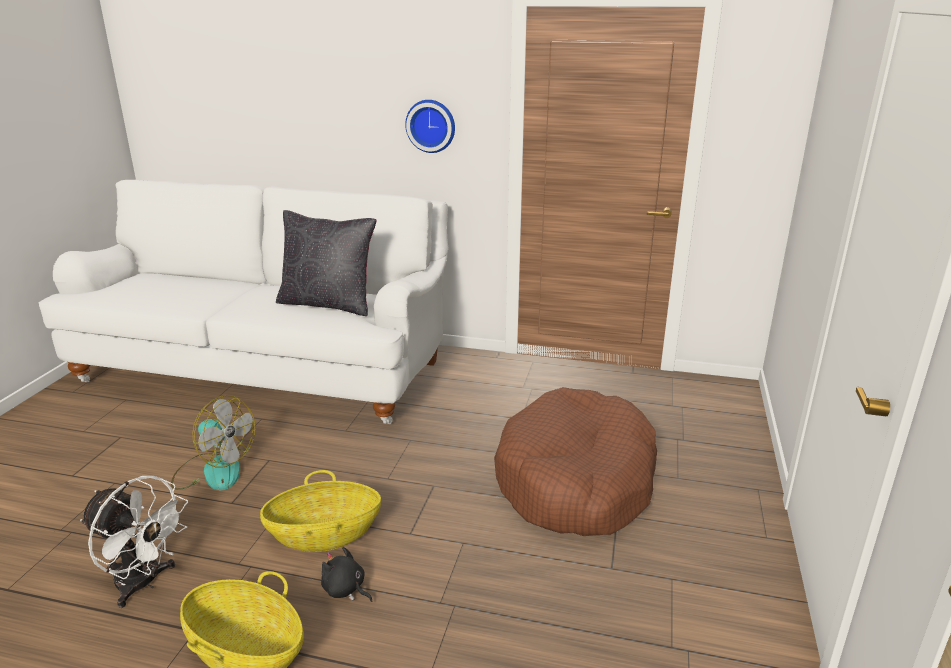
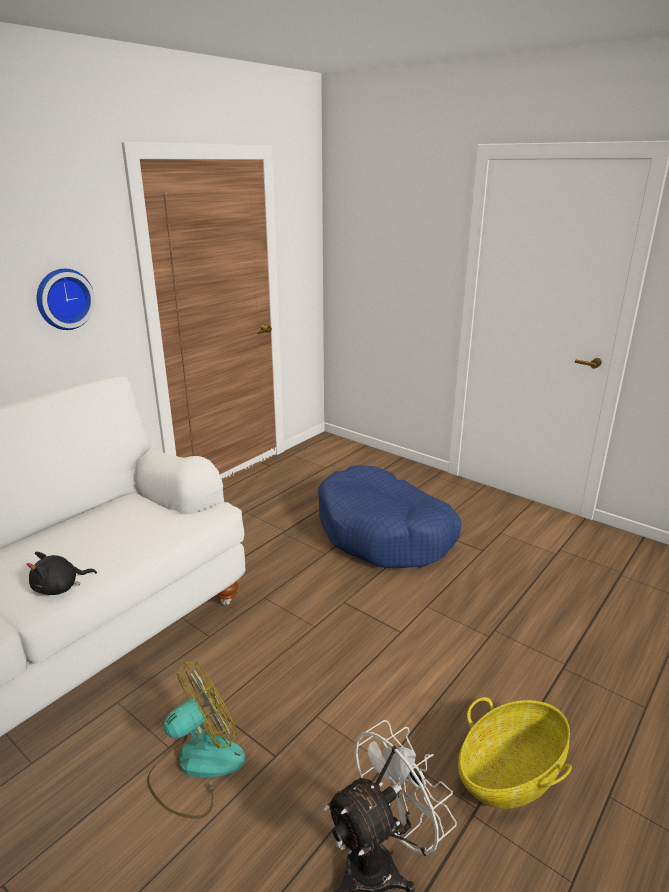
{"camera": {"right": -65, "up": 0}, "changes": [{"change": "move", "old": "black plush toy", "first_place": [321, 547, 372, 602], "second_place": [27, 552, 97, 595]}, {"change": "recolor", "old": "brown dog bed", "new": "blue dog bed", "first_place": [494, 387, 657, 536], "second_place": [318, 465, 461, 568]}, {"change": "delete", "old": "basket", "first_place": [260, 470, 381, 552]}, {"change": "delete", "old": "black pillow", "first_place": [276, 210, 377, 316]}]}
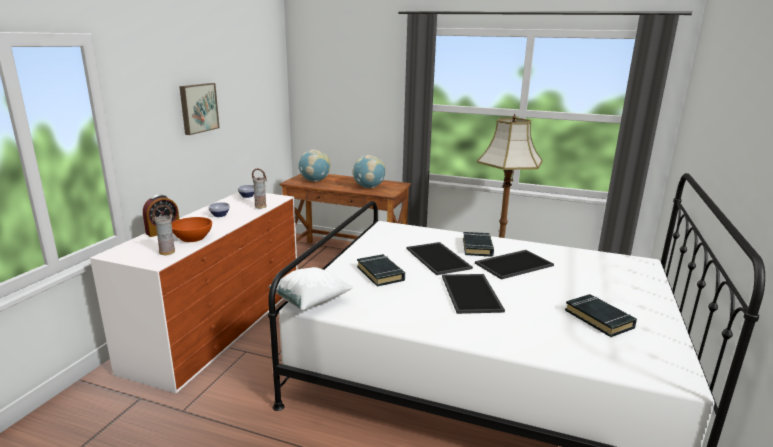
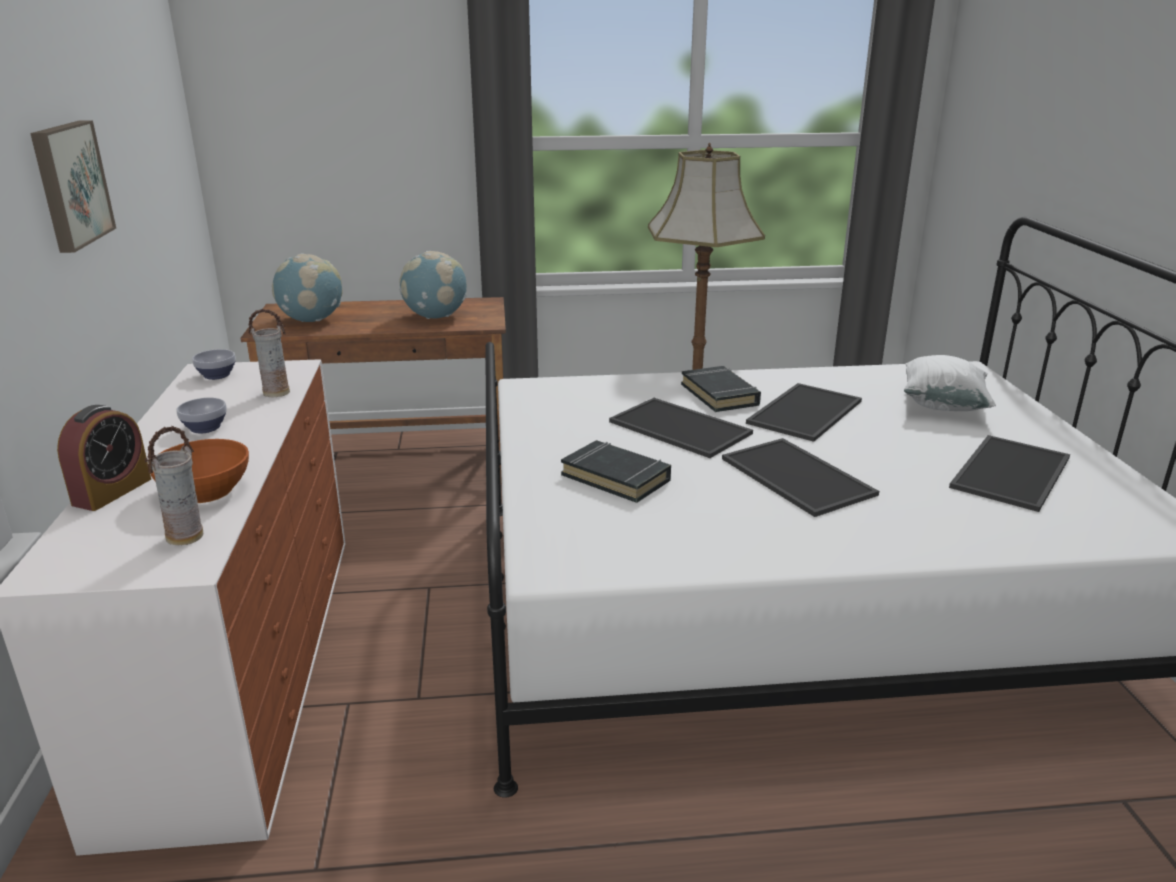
{"camera": {"right": -25, "up": 5}, "changes": [{"change": "move", "old": "white pillow", "first_place": [269, 267, 353, 310], "second_place": [904, 355, 996, 411]}, {"change": "replace", "old": "black book", "new": "tray", "first_place": [565, 294, 637, 337], "second_place": [949, 435, 1070, 512]}]}
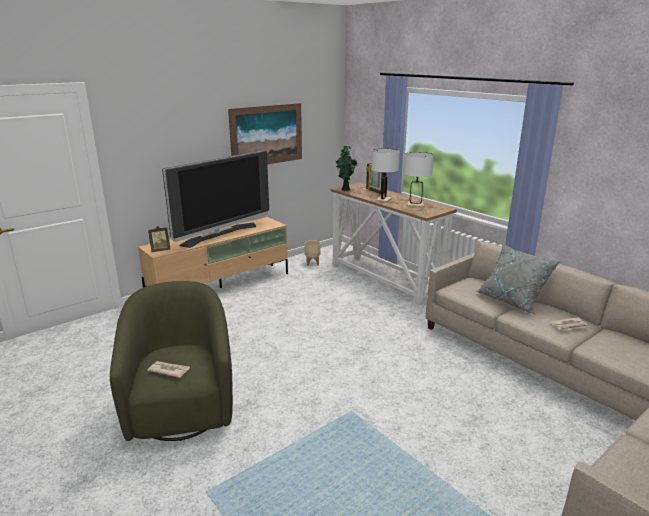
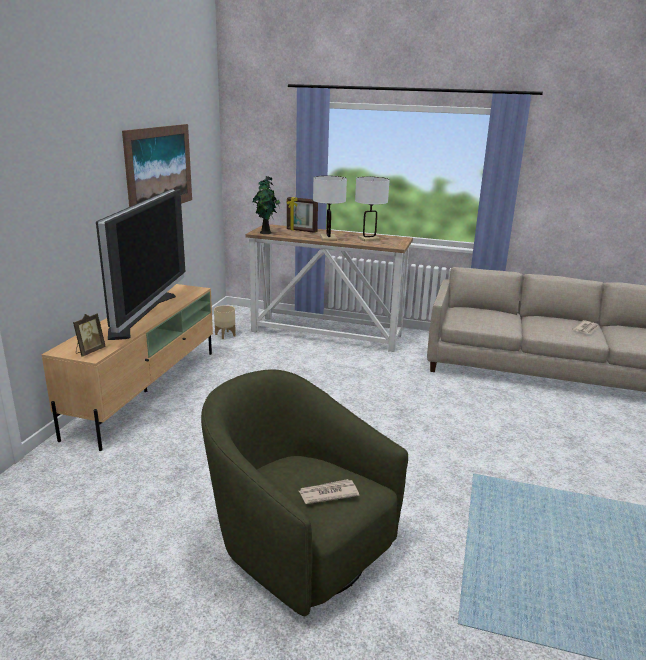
{"camera": {"right": -35, "up": 0}, "changes": [{"change": "delete", "old": "grey pillow", "first_place": [476, 244, 560, 315]}]}
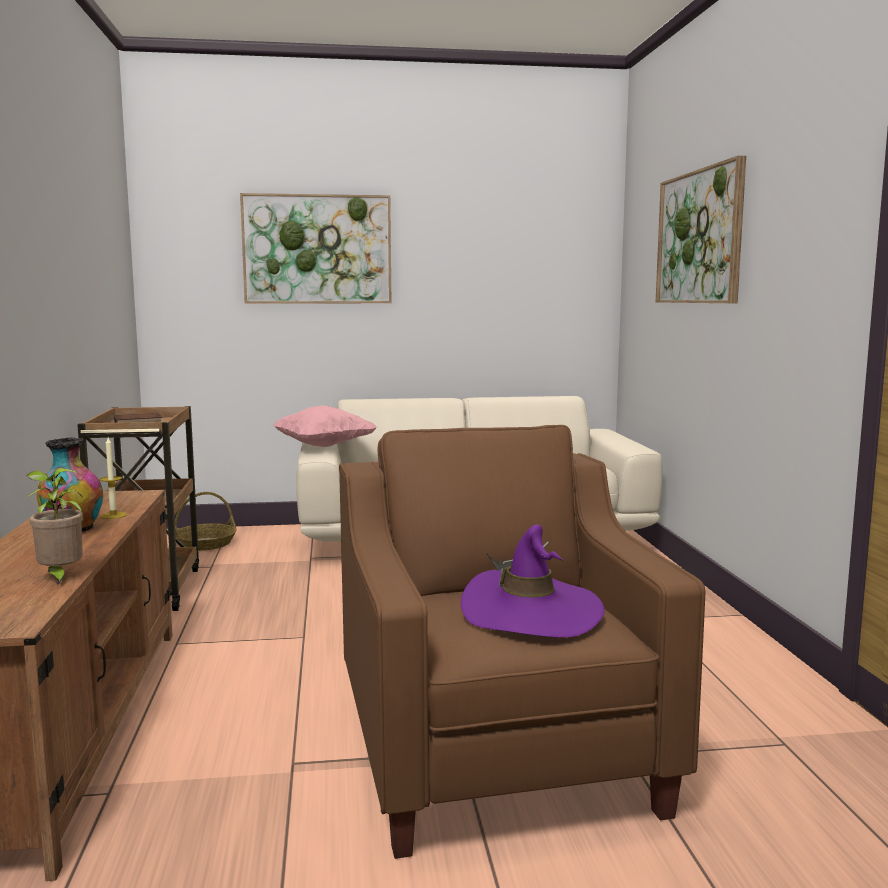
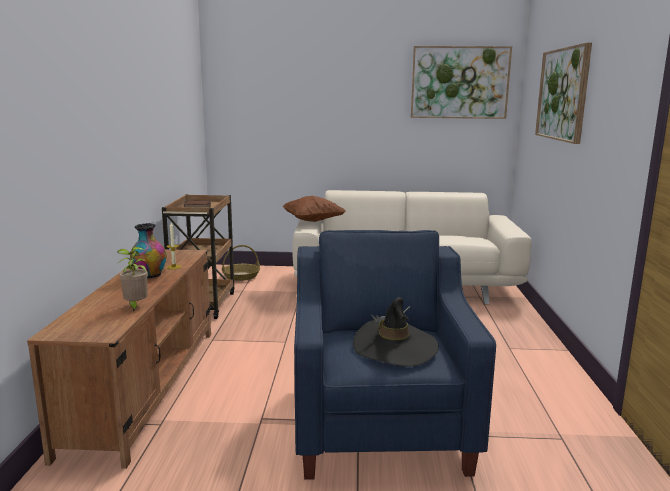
{"camera": {"right": 10, "up": 5}, "changes": [{"change": "recolor", "old": "pink pillow", "new": "brown pillow", "first_place": [273, 405, 377, 447], "second_place": [283, 196, 345, 222]}, {"change": "recolor", "old": "brown armchair", "new": "blue armchair", "first_place": [339, 425, 705, 859], "second_place": [294, 230, 496, 480]}, {"change": "recolor", "old": "purple hat", "new": "black hat", "first_place": [461, 524, 604, 637], "second_place": [353, 297, 439, 367]}, {"change": "move", "old": "picture", "first_place": [240, 193, 391, 303], "second_place": [411, 46, 512, 119]}]}
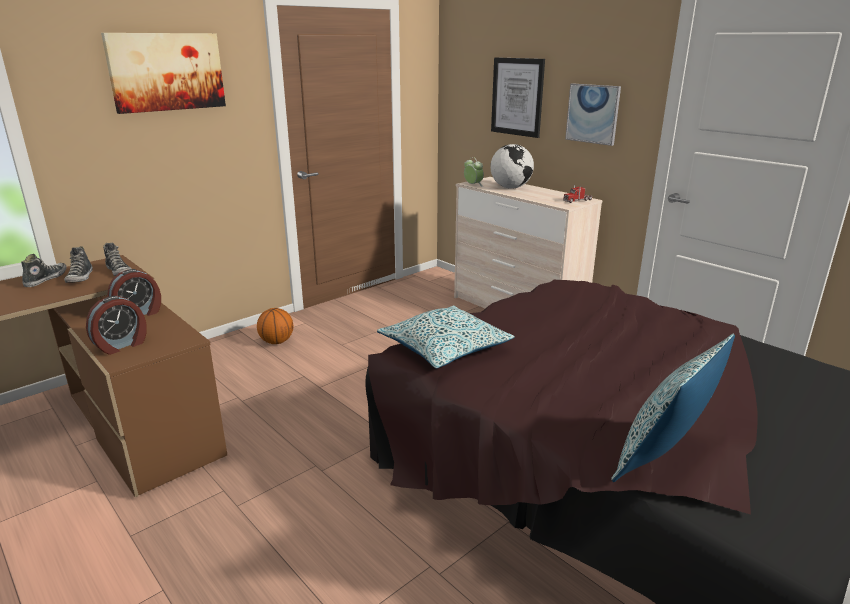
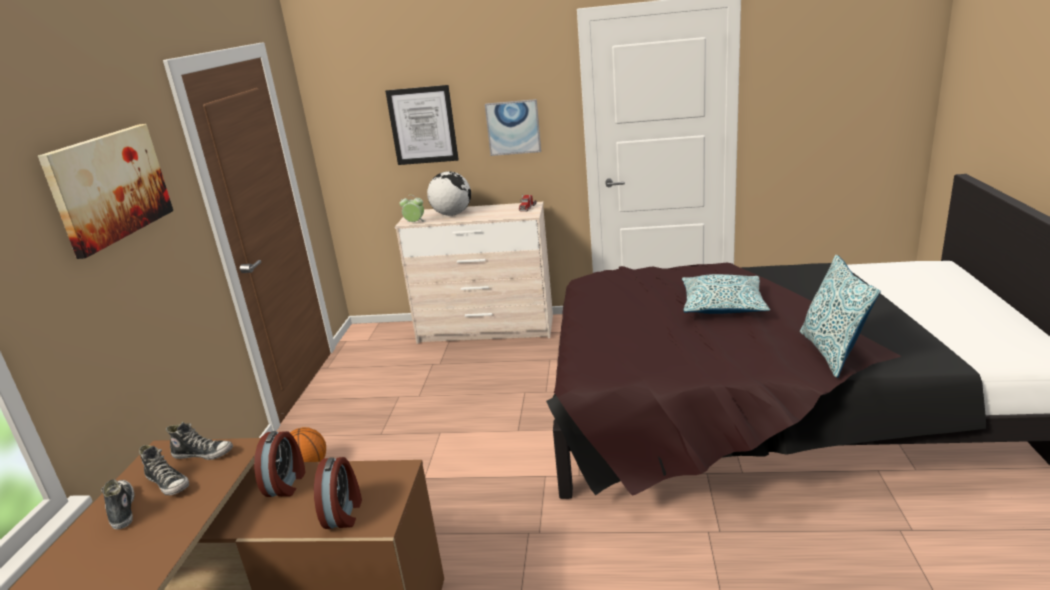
{"camera": {"right": -40, "up": 0}, "changes": [{"change": "move", "old": "pillow", "first_place": [377, 306, 515, 369], "second_place": [682, 274, 770, 314]}]}
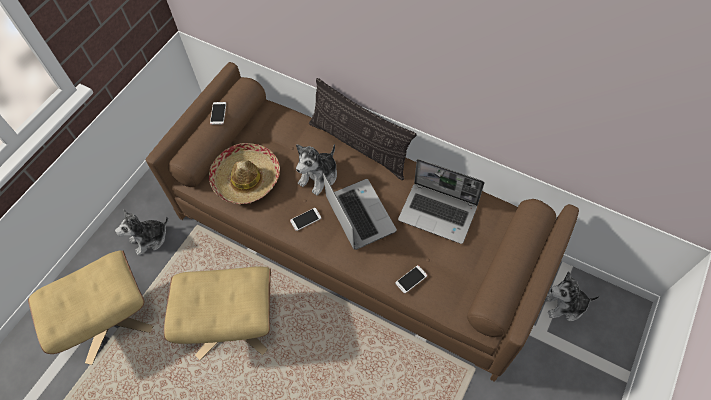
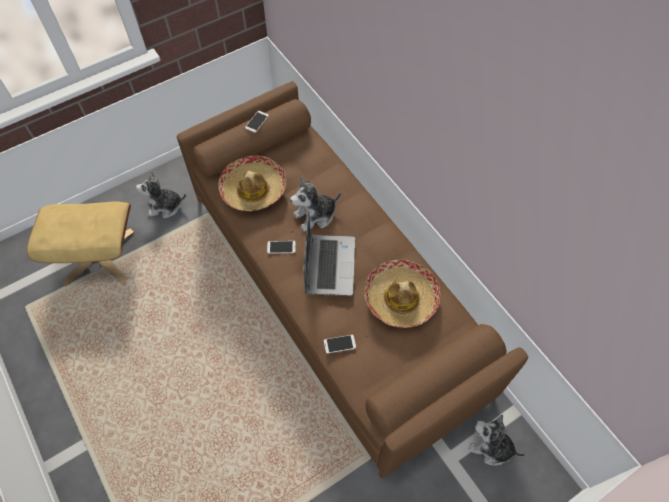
{"camera": {"right": 25, "up": 0}, "changes": [{"change": "replace", "old": "laptop", "new": "hat", "first_place": [398, 159, 485, 244], "second_place": [365, 260, 441, 328]}, {"change": "delete", "old": "beige ottoman", "first_place": [164, 266, 271, 360]}, {"change": "delete", "old": "pillow", "first_place": [309, 78, 416, 180]}]}
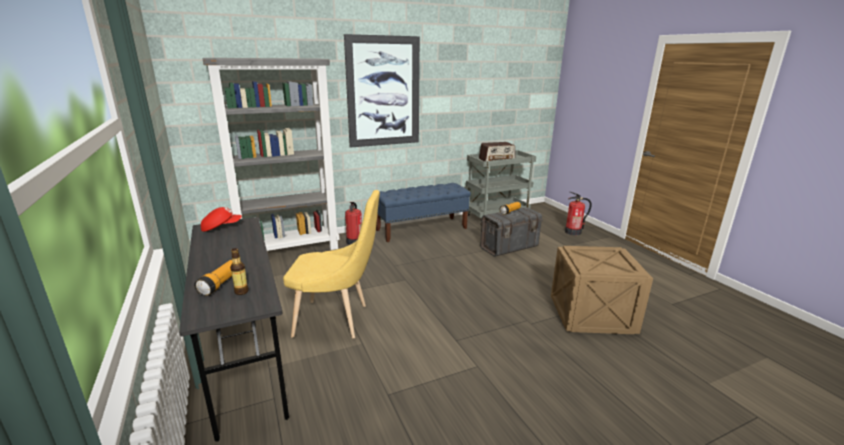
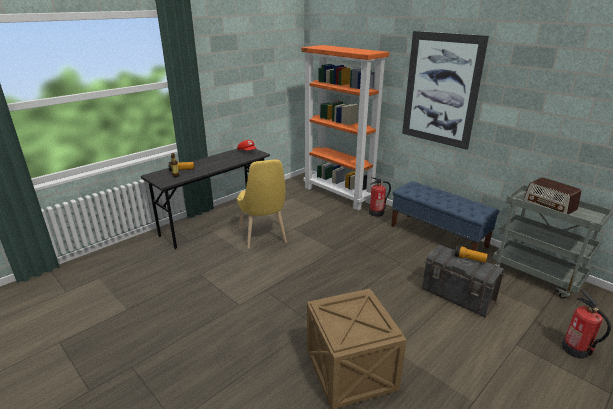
{"camera": {"right": 70, "up": 5}, "changes": [{"change": "recolor", "old": "grey bookcase", "new": "orange bookcase", "first_place": [203, 58, 340, 251], "second_place": [301, 45, 389, 210]}]}
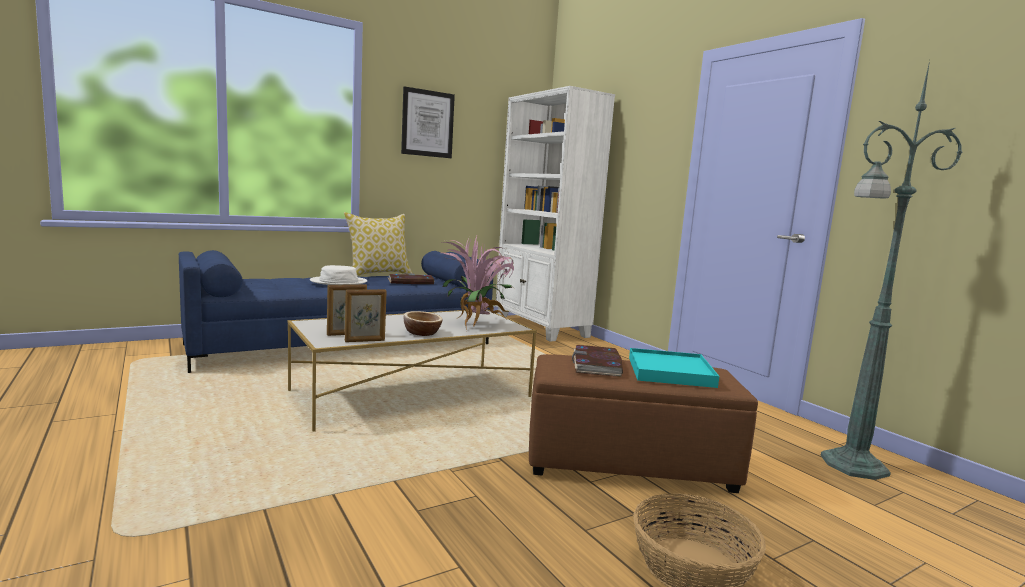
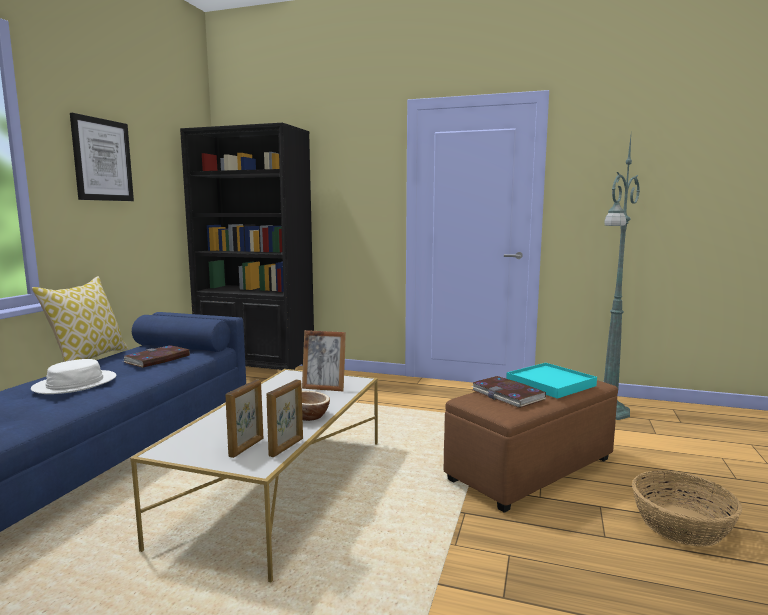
{"camera": {"right": -40, "up": 0}, "changes": [{"change": "recolor", "old": "white bookcase", "new": "black bookcase", "first_place": [496, 86, 615, 342], "second_place": [180, 123, 314, 370]}, {"change": "replace", "old": "potted plant", "new": "picture frame", "first_place": [441, 236, 515, 330], "second_place": [302, 330, 346, 391]}]}
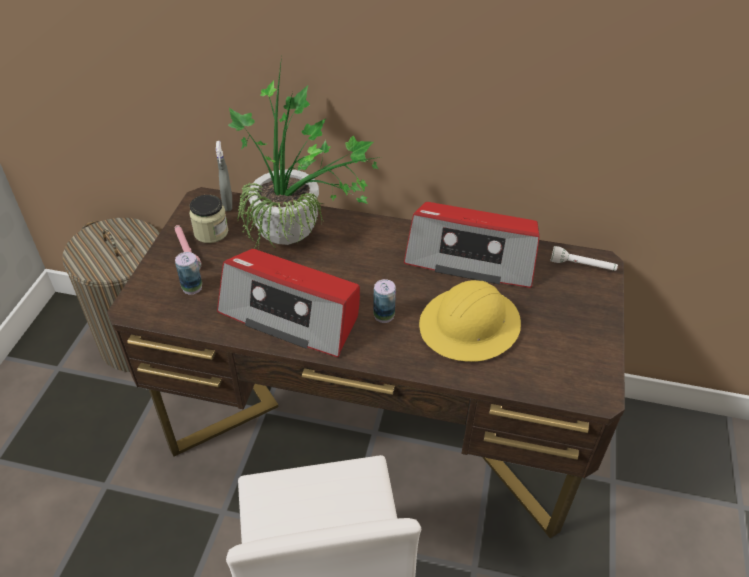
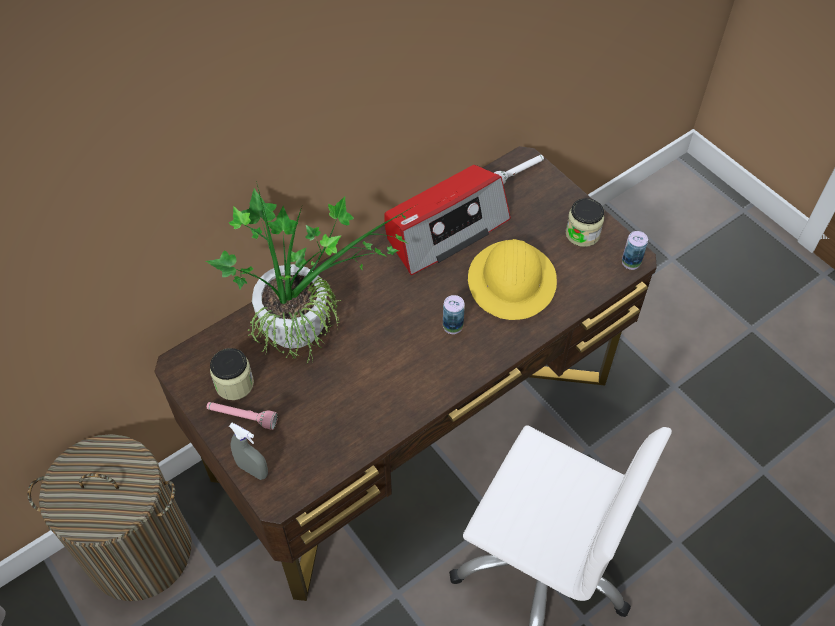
{"camera": {"right": -50, "up": 10}, "changes": [{"change": "move", "old": "grey spray bottle", "first_place": [216, 141, 232, 211], "second_place": [229, 423, 268, 480]}, {"change": "insert", "new": "jar", "second_place": [565, 198, 604, 247]}, {"change": "move", "old": "can", "first_place": [175, 252, 202, 295], "second_place": [622, 231, 648, 270]}, {"change": "delete", "old": "radio", "first_place": [217, 249, 360, 357]}]}
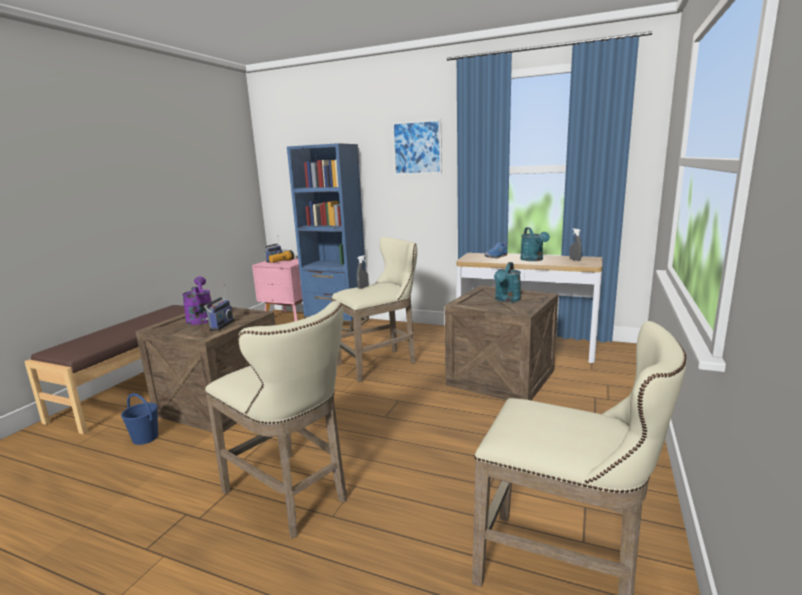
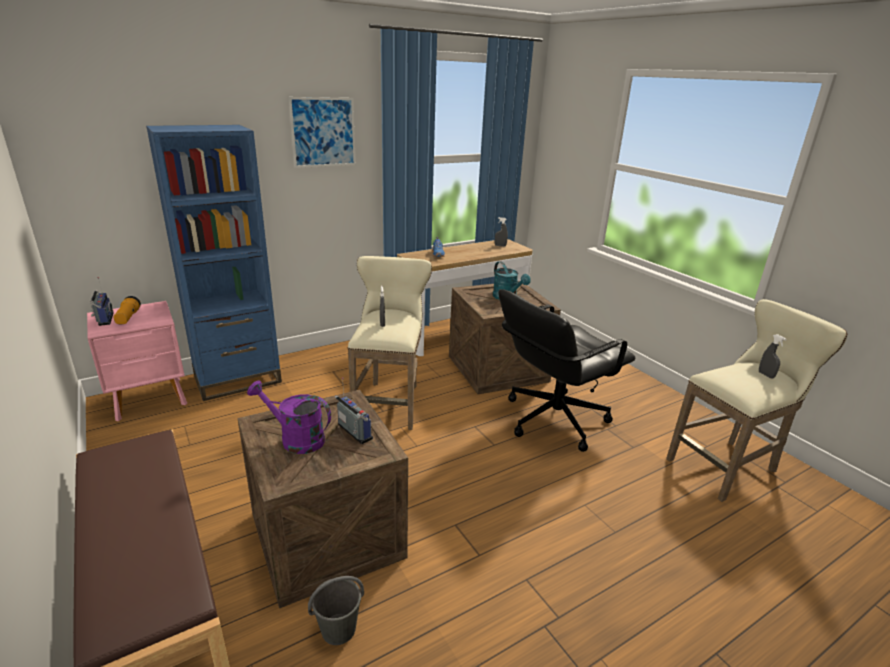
{"camera": {"right": -55, "up": 10}, "changes": [{"change": "recolor", "old": "blue bucket", "new": "grey bucket", "first_place": [121, 393, 158, 445], "second_place": [308, 576, 364, 645]}, {"change": "insert", "new": "black office chair", "second_place": [499, 289, 635, 452]}, {"change": "insert", "new": "grey spray bottle", "second_place": [759, 334, 787, 379]}, {"change": "delete", "old": "beige stool", "first_place": [205, 301, 347, 538]}, {"change": "delete", "old": "turquoise watering can", "first_place": [520, 227, 550, 261]}]}
